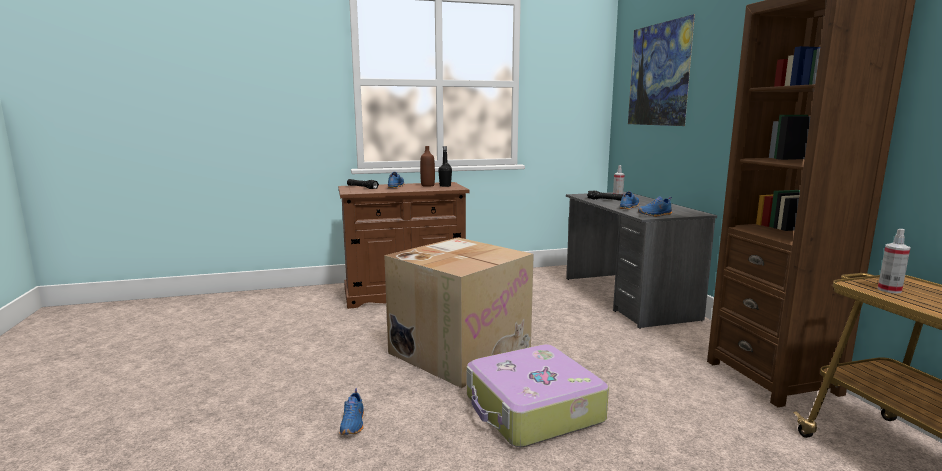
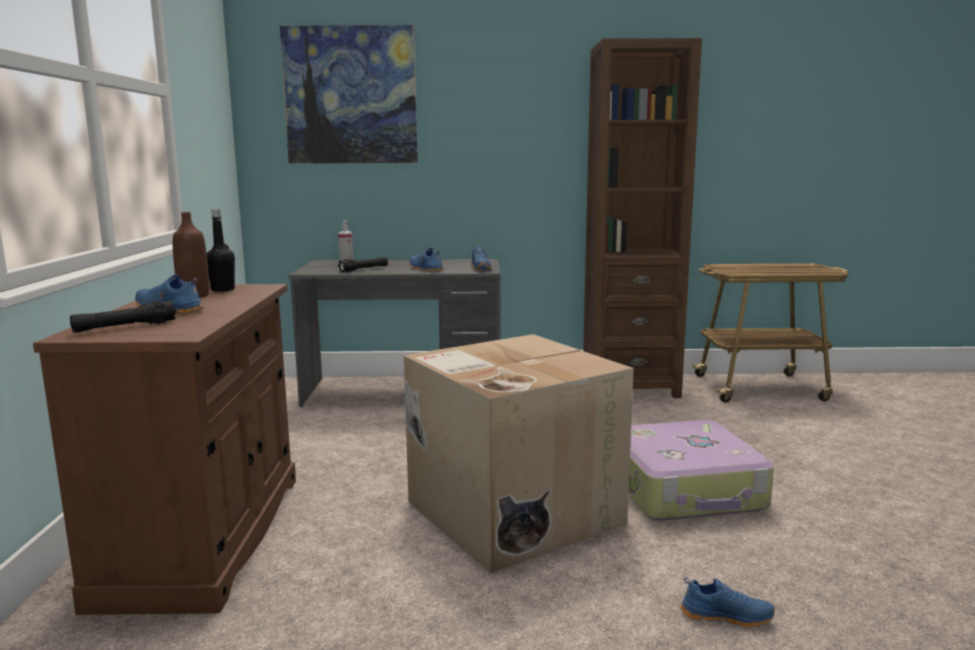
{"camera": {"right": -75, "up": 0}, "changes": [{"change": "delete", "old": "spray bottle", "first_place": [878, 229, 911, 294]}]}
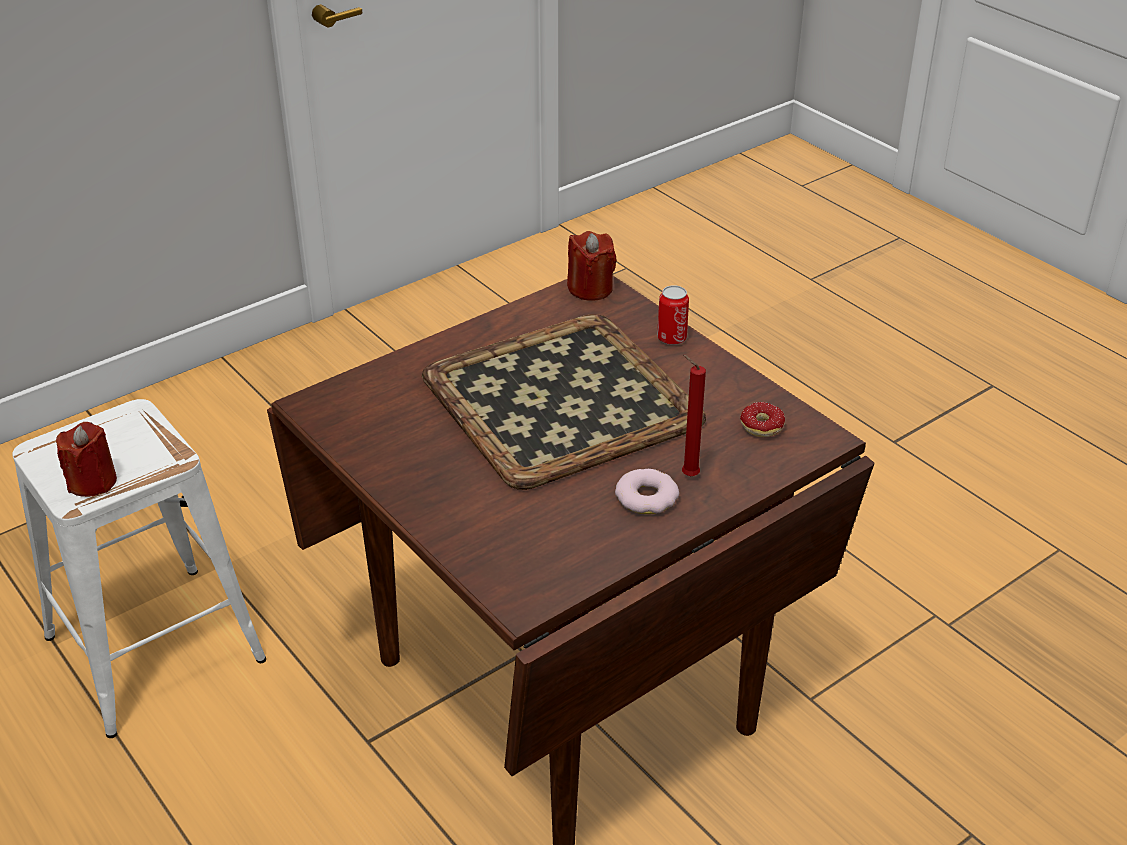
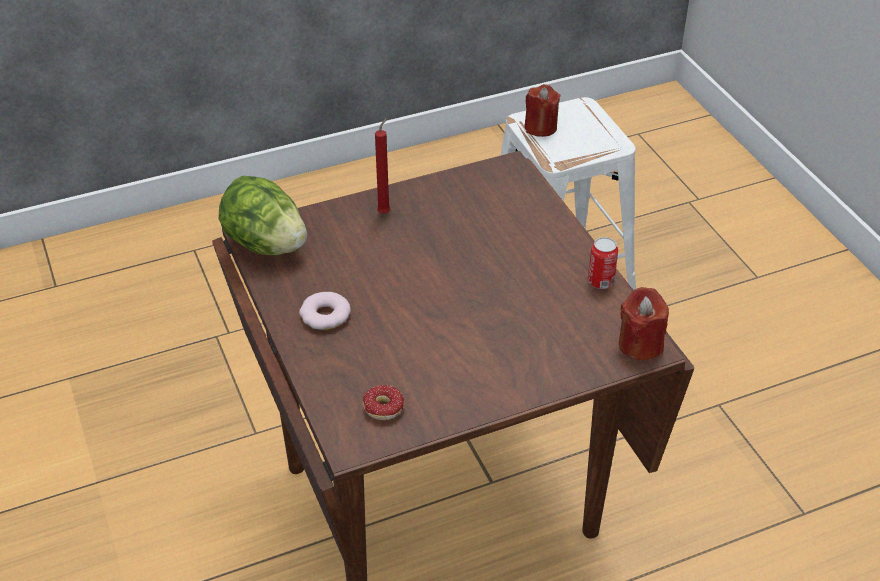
{"camera": {"right": 105, "up": 5}, "changes": [{"change": "insert", "new": "lettuce", "second_place": [219, 176, 307, 255]}, {"change": "move", "old": "red candle", "first_place": [682, 355, 706, 476], "second_place": [375, 118, 390, 213]}, {"change": "move", "old": "can", "first_place": [657, 285, 689, 345], "second_place": [588, 237, 618, 289]}, {"change": "delete", "old": "tray", "first_place": [422, 314, 706, 490]}]}
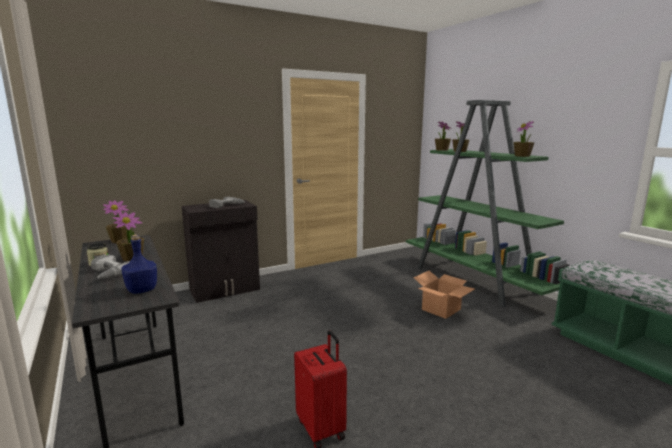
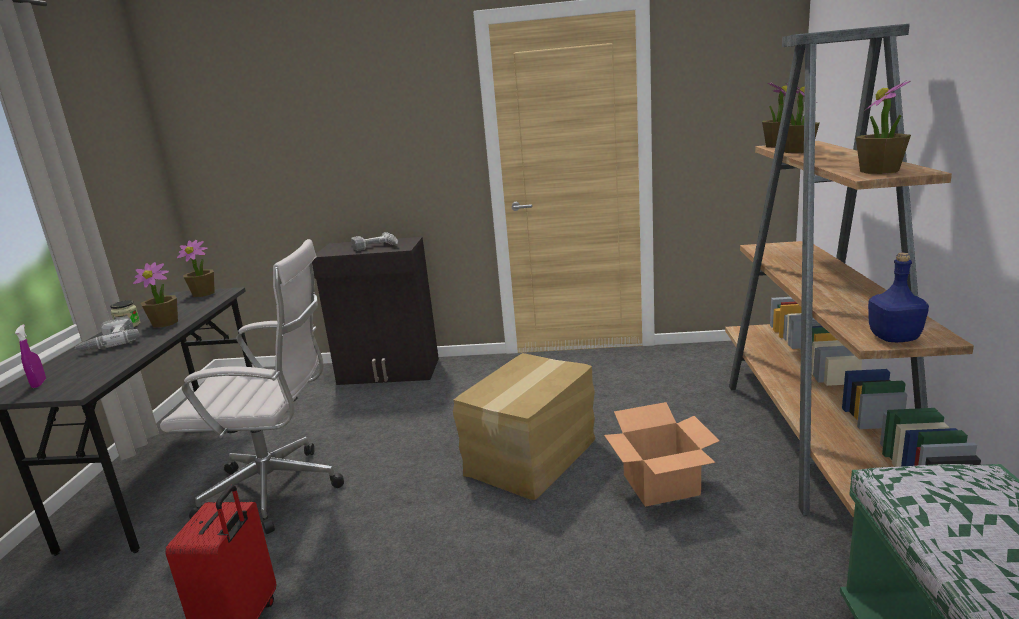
{"camera": {"right": 35, "up": 5}, "changes": [{"change": "insert", "new": "purple spray bottle", "second_place": [15, 324, 46, 388]}, {"change": "insert", "new": "white office chair", "second_place": [160, 239, 344, 534]}, {"change": "insert", "new": "cardboard box", "second_place": [453, 353, 596, 500]}, {"change": "recolor", "old": "green bookcase", "new": "brown bookcase", "first_place": [406, 100, 570, 307], "second_place": [725, 24, 981, 517]}, {"change": "move", "old": "blue bottle", "first_place": [121, 235, 157, 294], "second_place": [868, 253, 929, 342]}]}
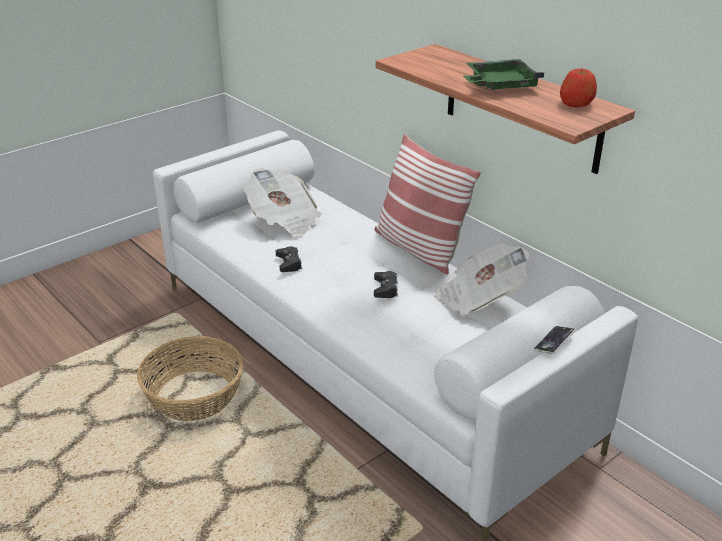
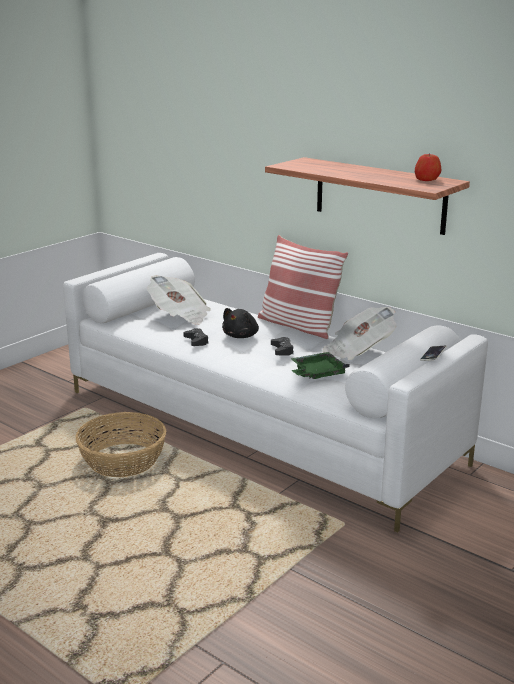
{"camera": {"right": -10, "up": -10}, "changes": [{"change": "insert", "new": "black plush toy", "second_place": [222, 308, 259, 338]}, {"change": "move", "old": "green tray", "first_place": [463, 59, 544, 90], "second_place": [291, 352, 349, 379]}]}
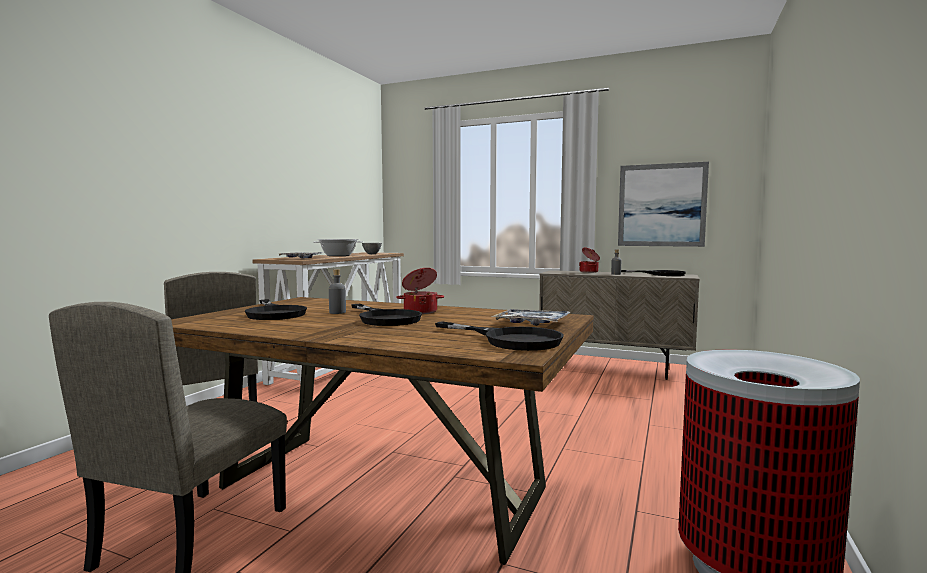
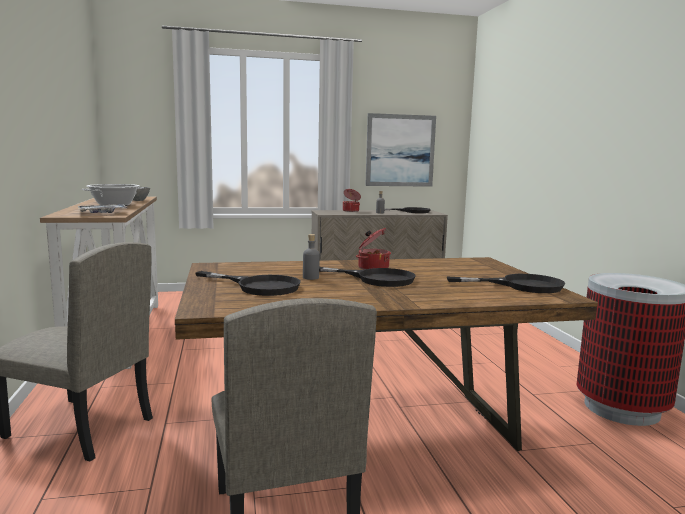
{"camera": {"right": -35, "up": 5}, "changes": [{"change": "delete", "old": "tray", "first_place": [491, 309, 571, 326]}]}
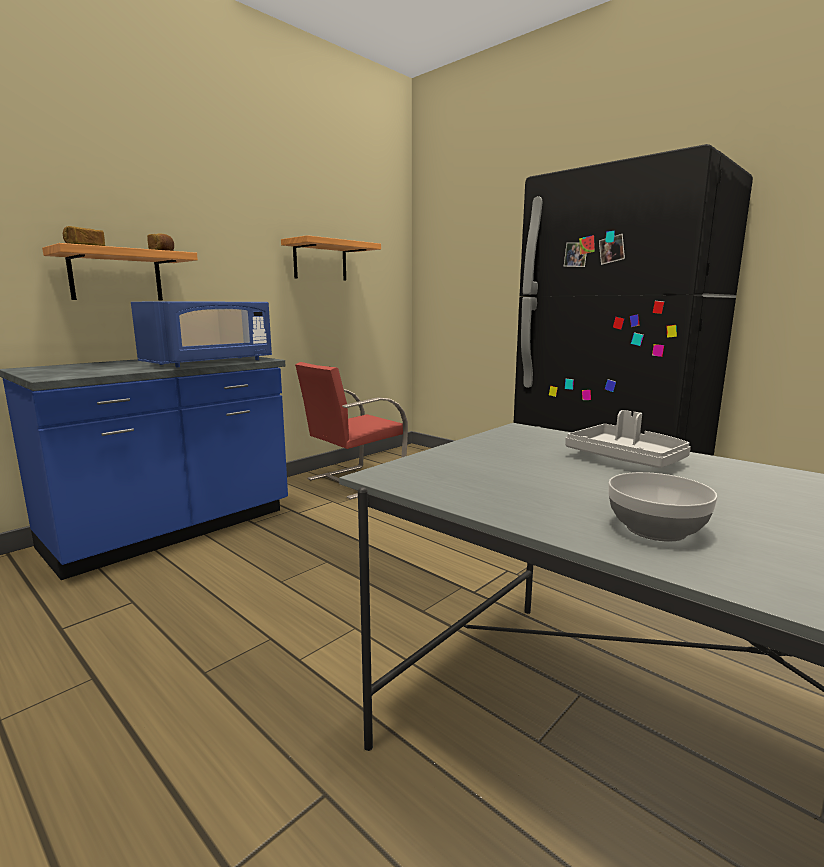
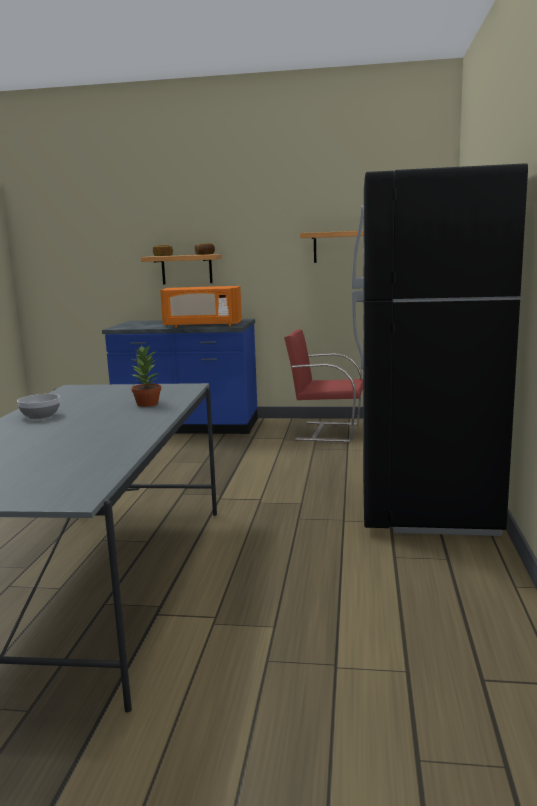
{"camera": {"right": 55, "up": 0}, "changes": [{"change": "replace", "old": "grey tray", "new": "potted plant", "first_place": [565, 410, 691, 468], "second_place": [131, 345, 161, 407]}, {"change": "recolor", "old": "blue microwave", "new": "orange microwave", "first_place": [131, 301, 272, 367], "second_place": [160, 286, 242, 328]}]}
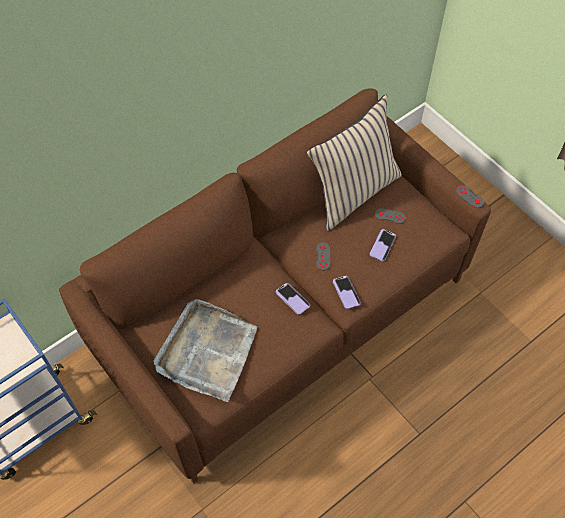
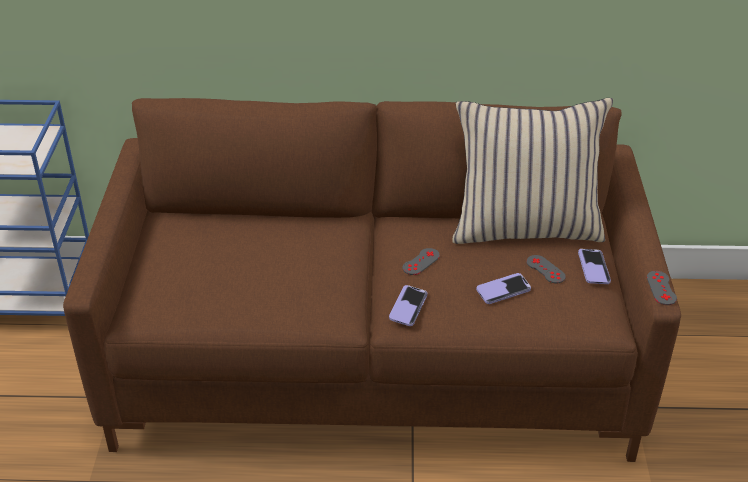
{"camera": {"right": 40, "up": -20}, "changes": [{"change": "move", "old": "phone", "first_place": [276, 283, 310, 315], "second_place": [578, 249, 611, 284]}, {"change": "delete", "old": "grey tray", "first_place": [154, 299, 257, 402]}]}
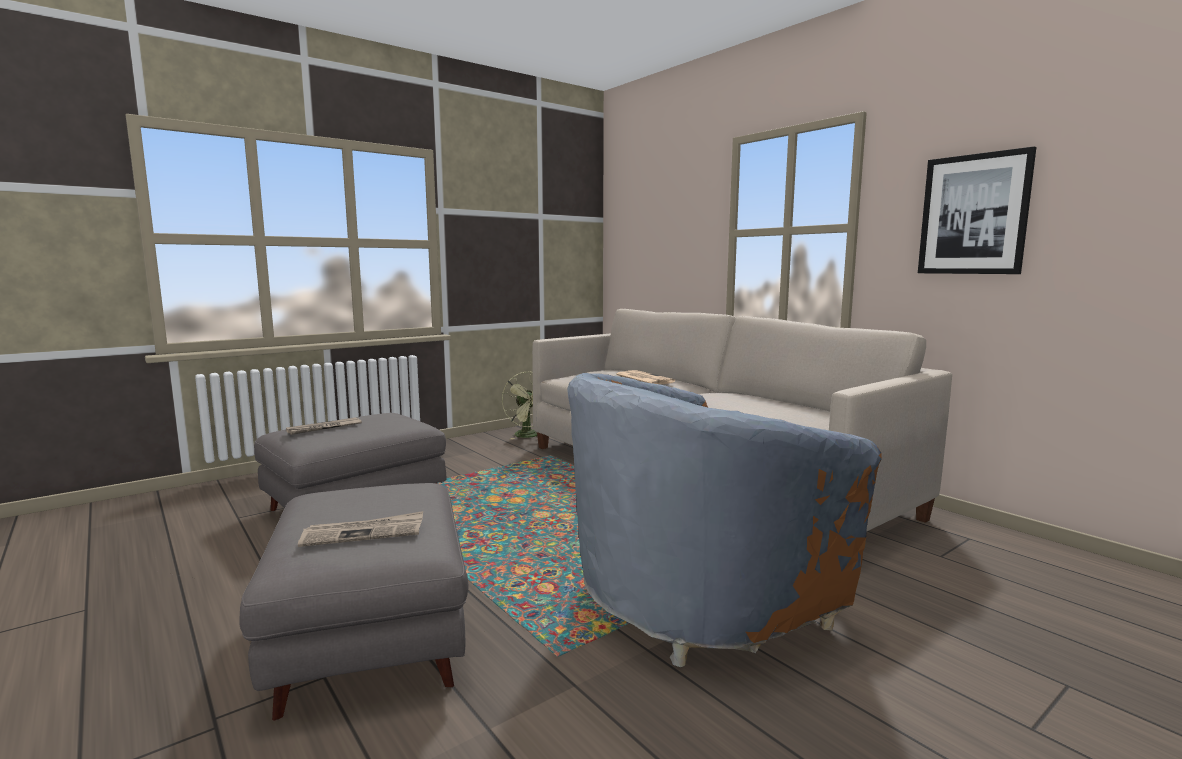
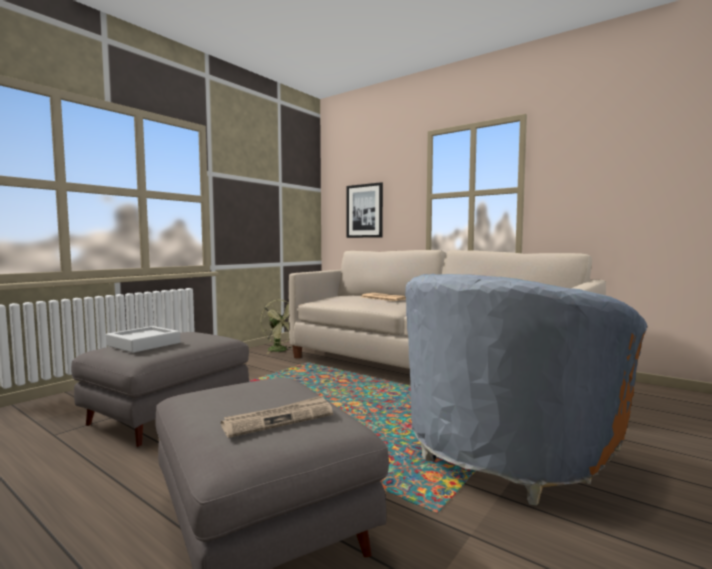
{"camera": {"right": -15, "up": -5}, "changes": [{"change": "replace", "old": "newspaper", "new": "grey tray", "first_place": [286, 417, 362, 435], "second_place": [106, 326, 180, 353]}, {"change": "move", "old": "picture", "first_place": [918, 146, 1036, 274], "second_place": [346, 182, 383, 238]}]}
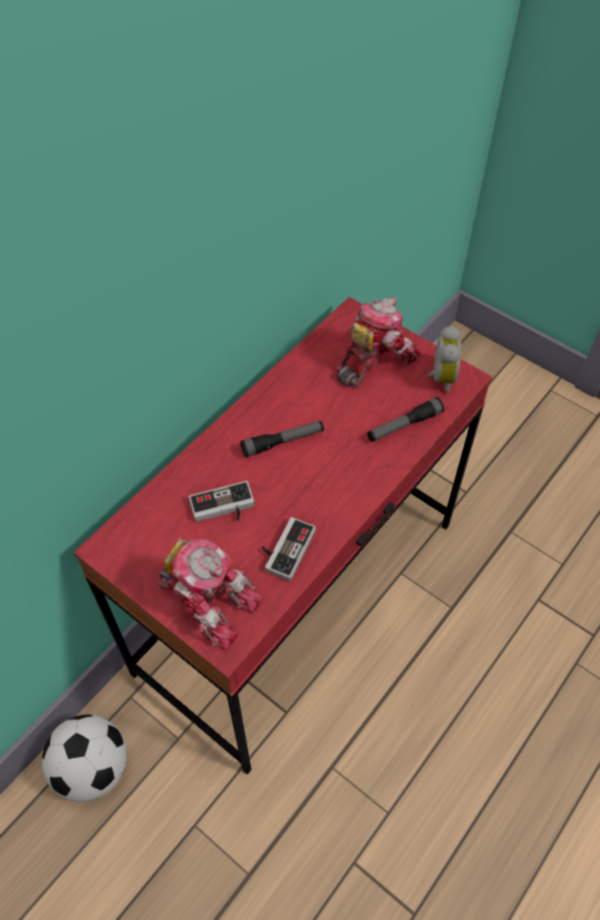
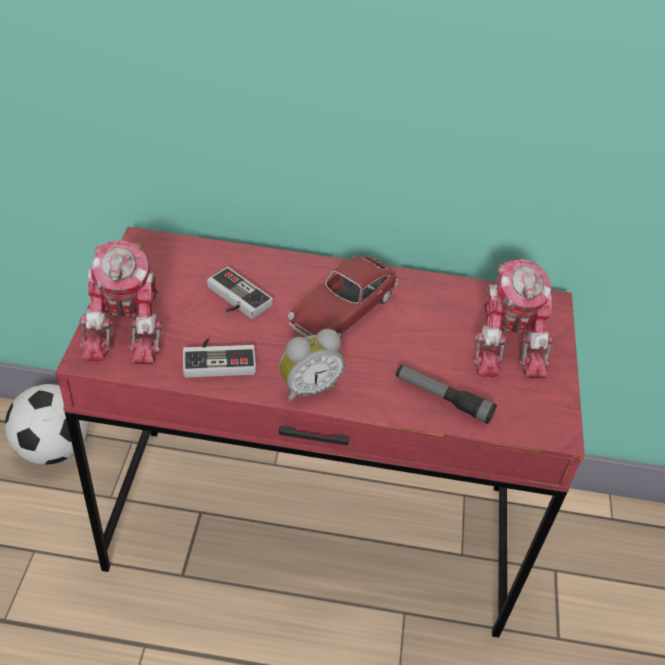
{"camera": {"right": 55, "up": -10}, "changes": [{"change": "move", "old": "alarm clock", "first_place": [427, 325, 461, 394], "second_place": [279, 329, 344, 402]}, {"change": "replace", "old": "flashlight", "new": "toy car", "first_place": [240, 421, 324, 457], "second_place": [288, 255, 398, 339]}, {"change": "rotate", "old": "toy robot", "first_place": [337, 297, 421, 388], "second_place": [473, 259, 554, 379], "degrees": 75}]}
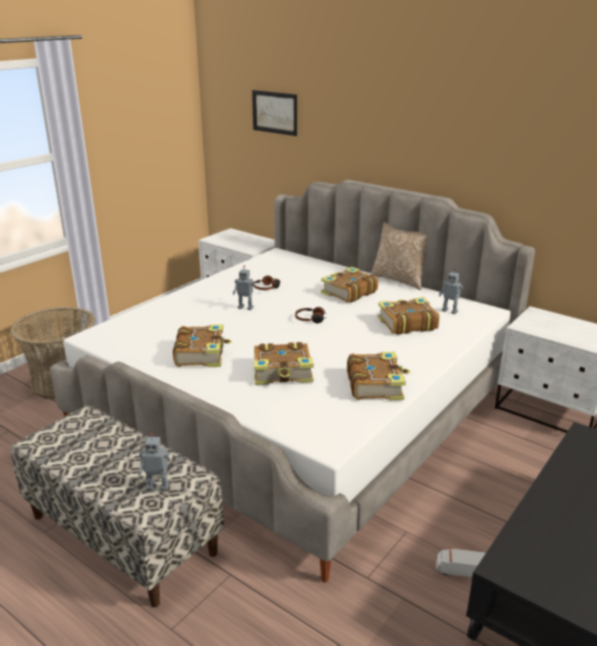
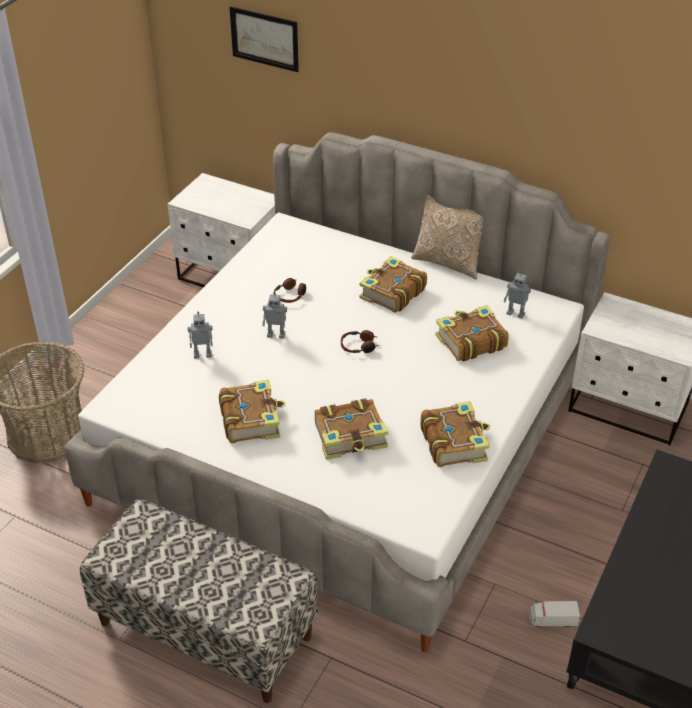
{"camera": {"right": -10, "up": 15}, "changes": [{"change": "move", "old": "toy robot", "first_place": [138, 433, 169, 491], "second_place": [187, 312, 213, 359]}]}
